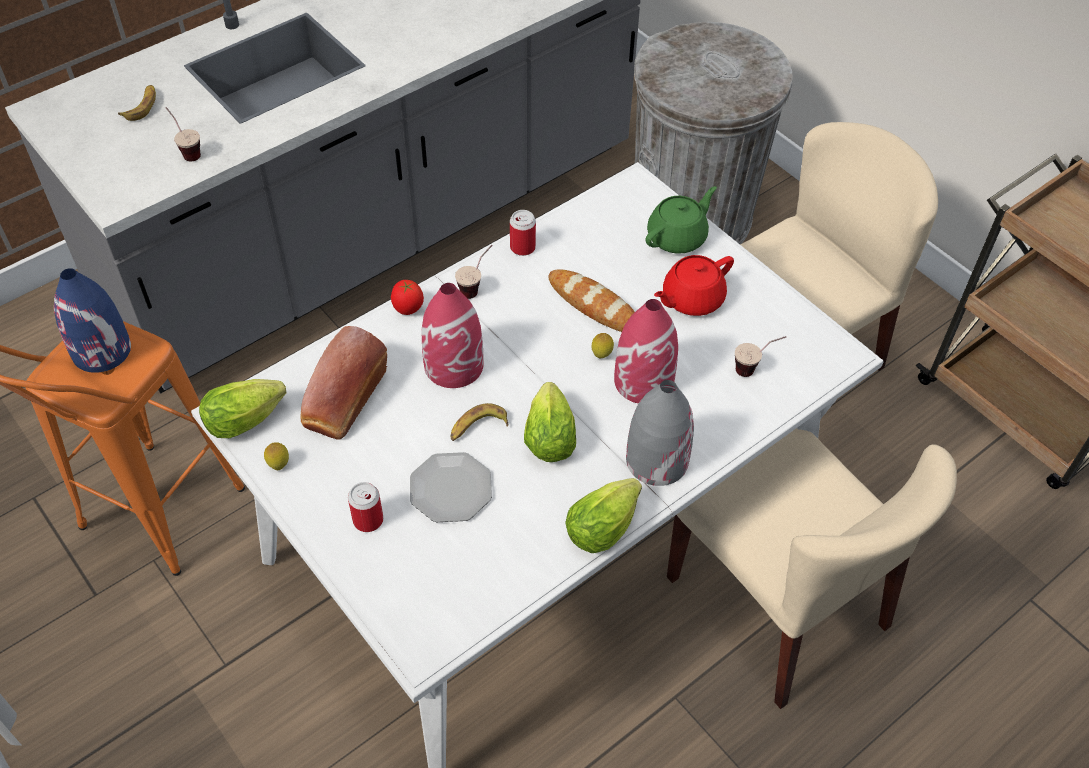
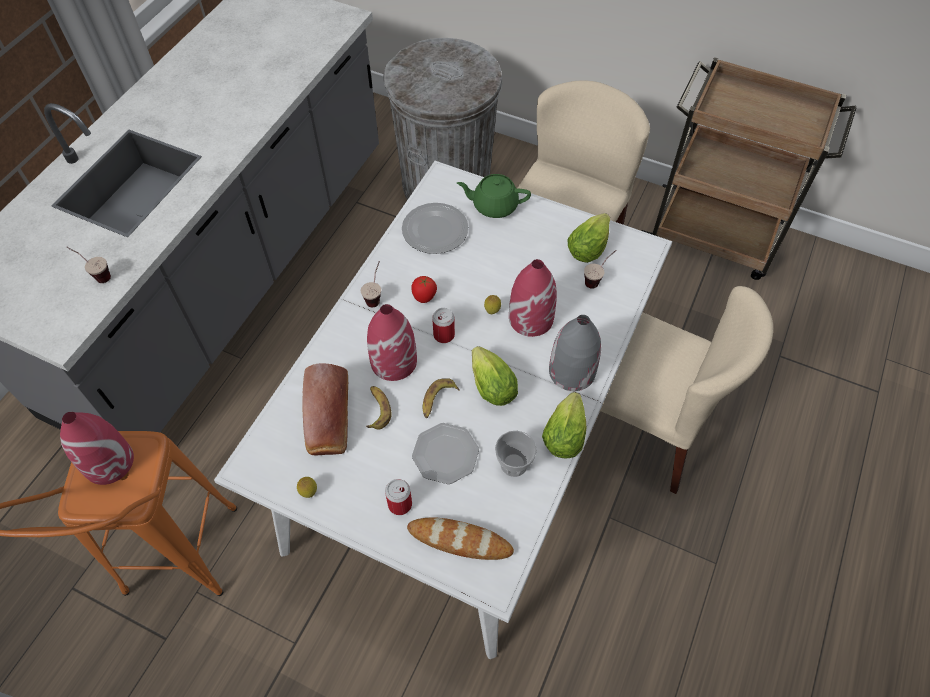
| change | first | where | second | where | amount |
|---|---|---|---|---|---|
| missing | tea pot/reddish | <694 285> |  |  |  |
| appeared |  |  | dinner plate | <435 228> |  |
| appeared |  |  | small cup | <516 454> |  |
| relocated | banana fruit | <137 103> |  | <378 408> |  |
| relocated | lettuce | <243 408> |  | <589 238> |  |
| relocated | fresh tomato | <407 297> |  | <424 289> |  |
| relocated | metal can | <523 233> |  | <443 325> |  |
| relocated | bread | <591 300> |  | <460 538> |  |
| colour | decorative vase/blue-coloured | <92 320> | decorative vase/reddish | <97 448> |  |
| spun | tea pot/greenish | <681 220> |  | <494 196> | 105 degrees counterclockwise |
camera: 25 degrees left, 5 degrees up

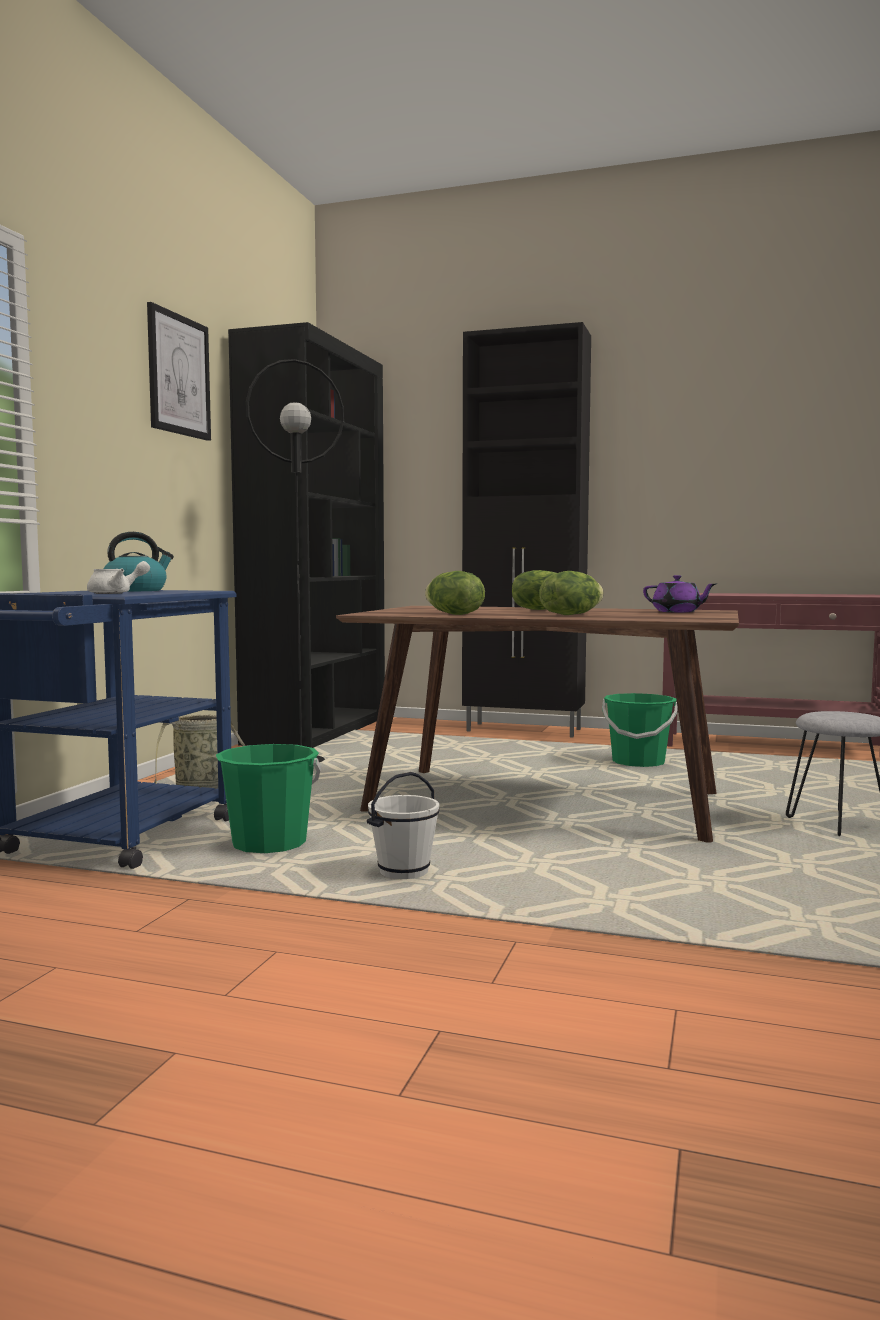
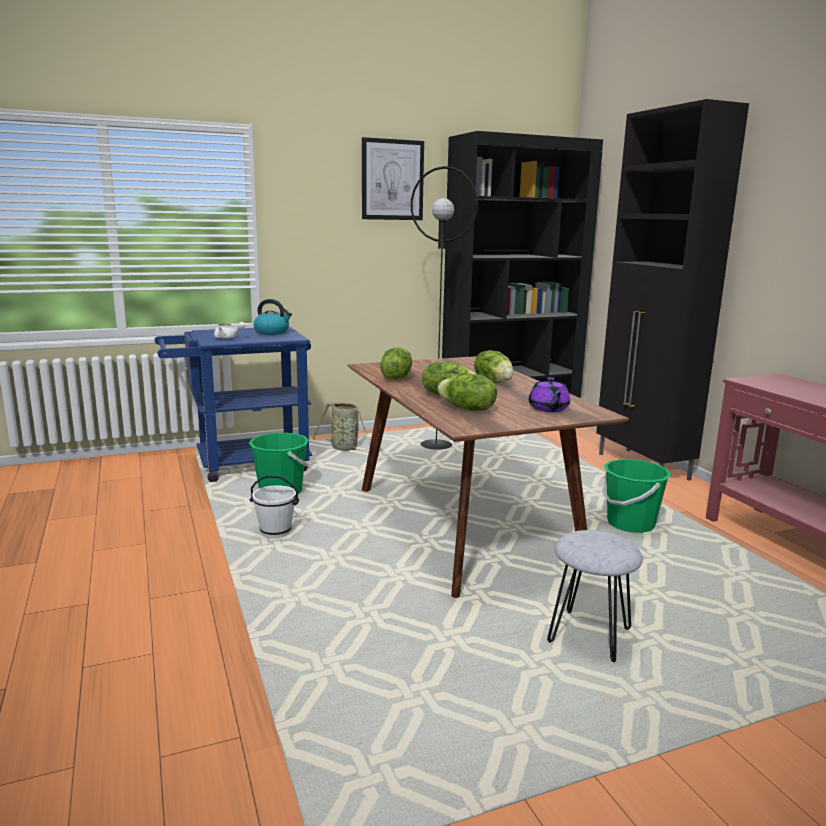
| change | first | where | second | where | amount |
|---|---|---|---|---|---|
| appeared |  |  | lettuce | <467 392> |  |
camera: 50 degrees right, 10 degrees up

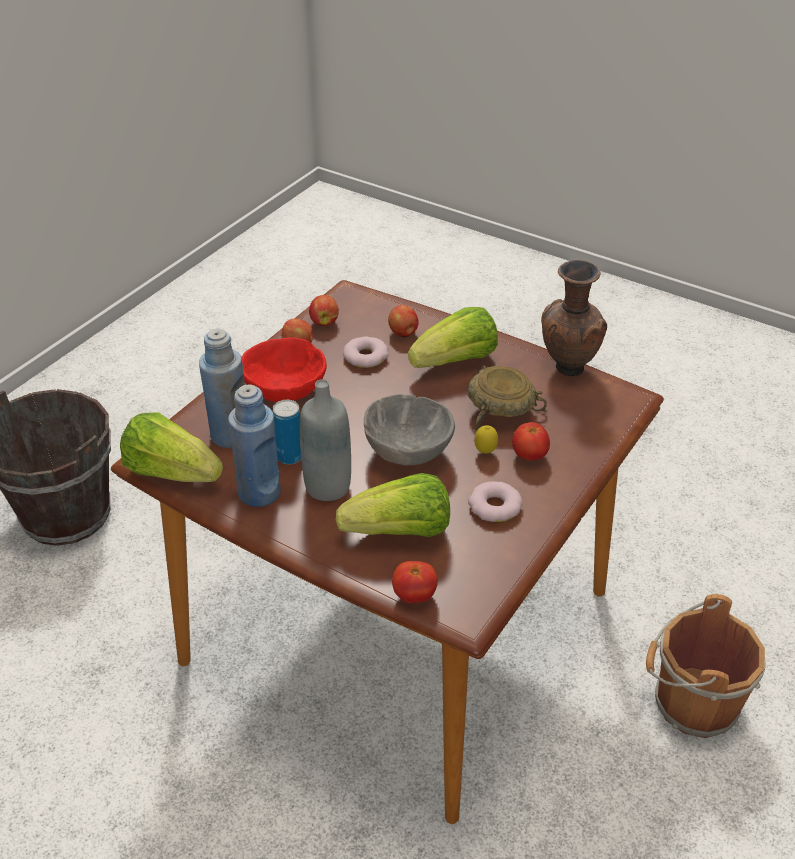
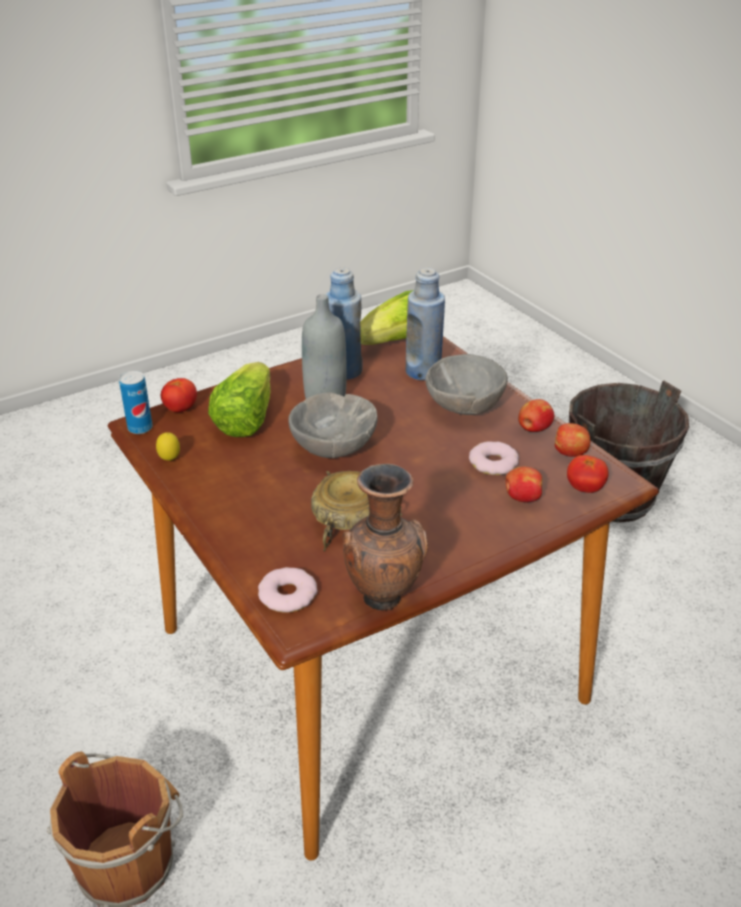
| change | first | where | second | where | amount |
|---|---|---|---|---|---|
| missing | lettuce | <453 337> |  |  |  |
| relocated | metal can | <287 432> |  | <136 402> |  |
| relocated | donut | <495 501> |  | <287 590> |  |
| relocated | whole lemon | <486 439> |  | <168 446> |  |
| relocated | fresh tomato | <531 441> |  | <588 474> |  |
| colour | deep dish/reddish | <284 369> | deep dish/greyish | <466 384> |  |
camera: 115 degrees right, 5 degrees down

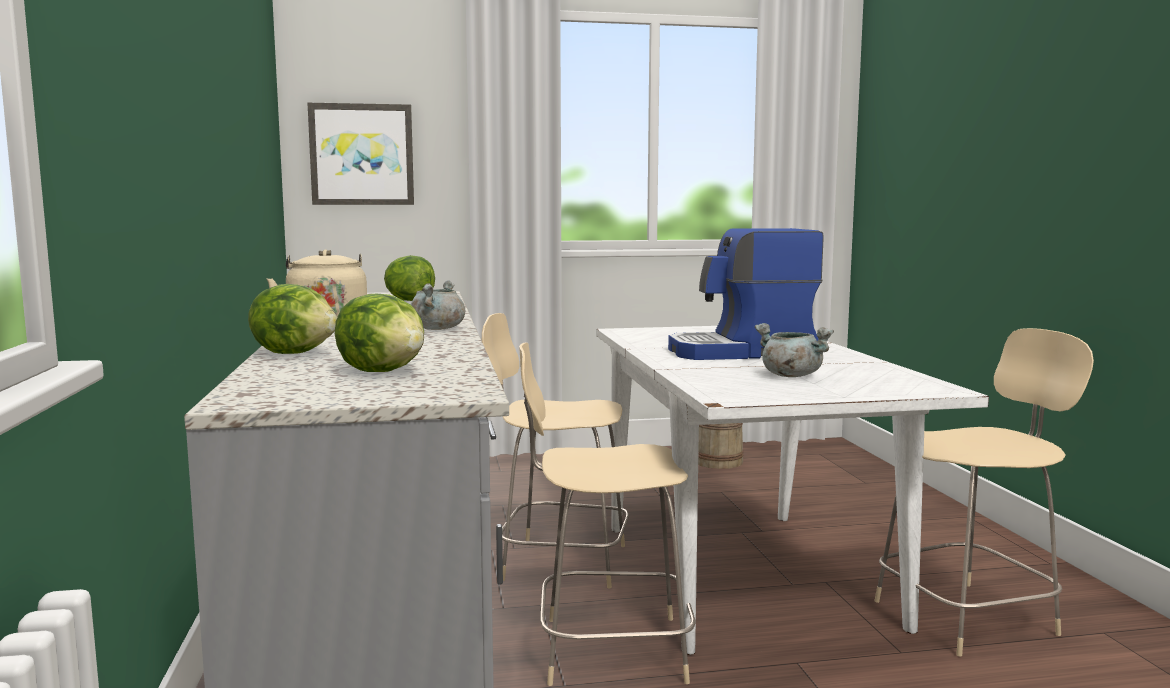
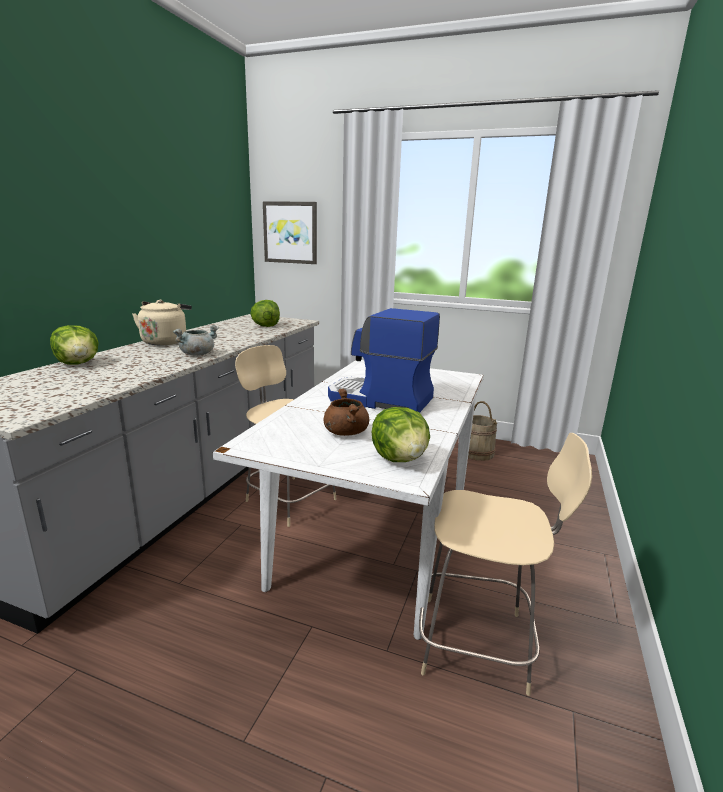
| change | first | where | second | where | amount |
|---|---|---|---|---|---|
| missing | upright chair/sand-coloured | <607 514> |  |  |  |
| relocated | lettuce | <379 333> |  | <401 434> |  |
| colour | stockpot/greyish | <794 350> | stockpot/brownish | <346 412> |  |
camera: 30 degrees right, 10 degrees up

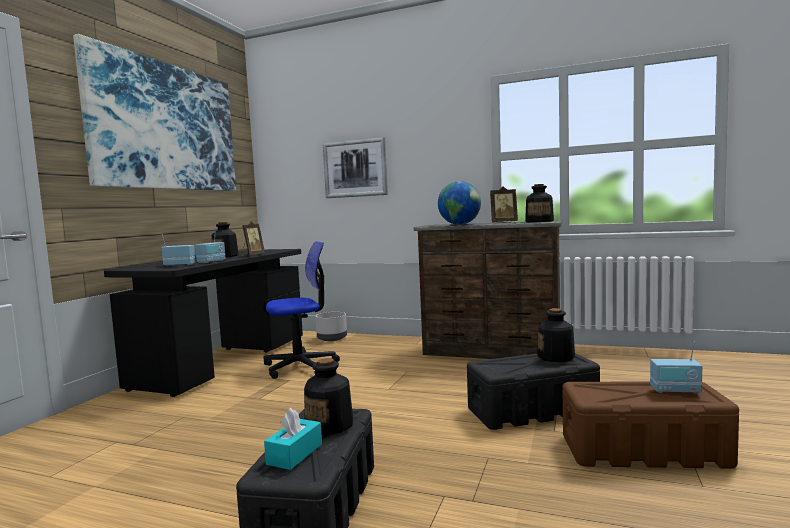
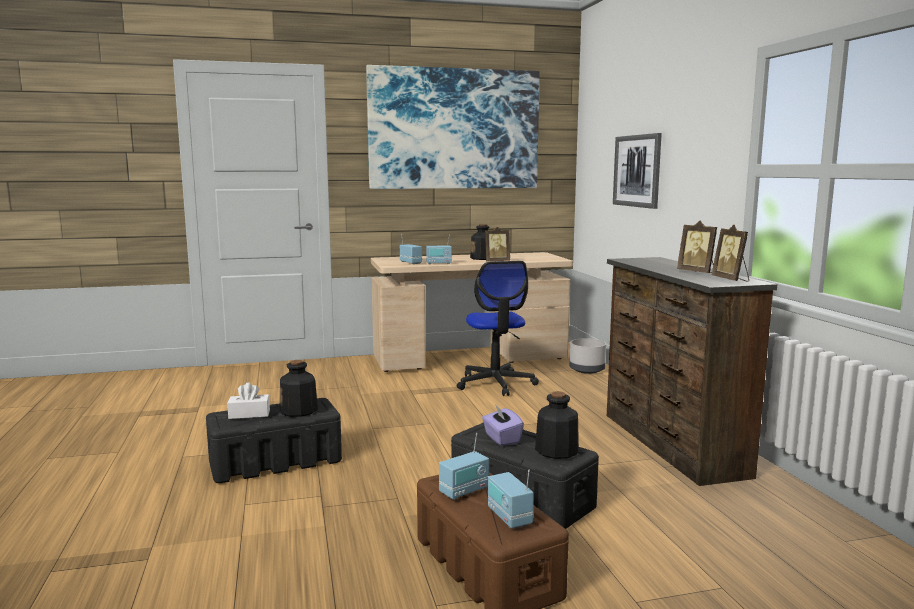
| change | first | where | second | where | amount |
|---|---|---|---|---|---|
| missing | globe | <459 203> |  |  |  |
| appeared |  |  | radio set | <464 466> |  |
| appeared |  |  | tissue holder/purple | <503 425> |  |
| exchanged | beverage bottle | <539 203> | picture frame | <730 253> |  |
| colour | desk table/blackish | <203 323> | desk table/sand-coloured | <472 312> |  |
| colour | tissue holder/blue-green | <293 439> | tissue holder/white | <248 401> |  |
| spun | desk chair | <301 310> |  | <498 328> | 45 degrees clockwise |
camera: 55 degrees right, 5 degrees up

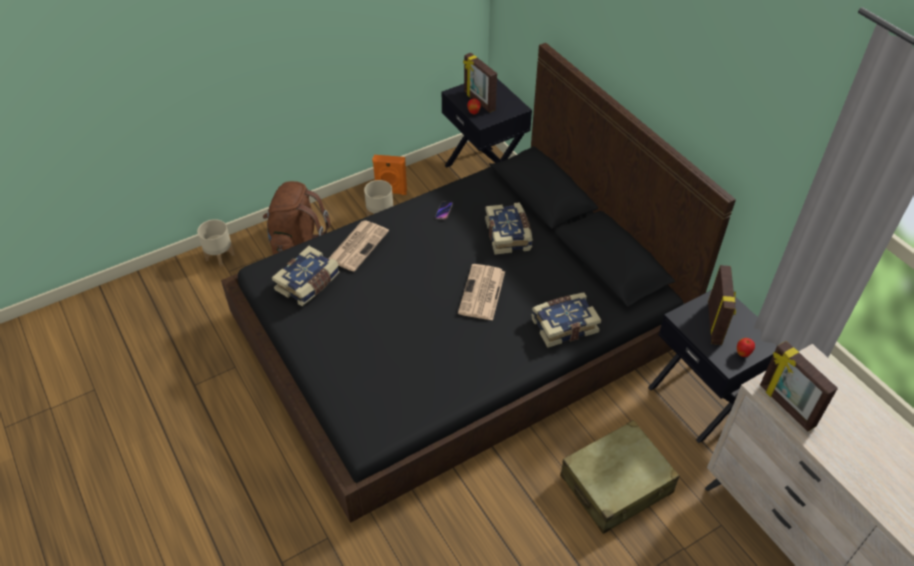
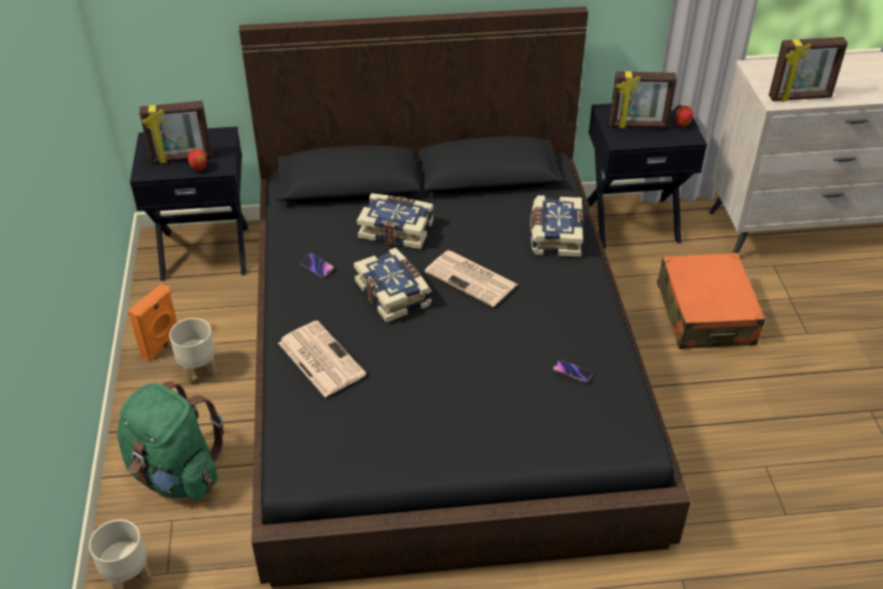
| change | first | where | second | where | amount |
|---|---|---|---|---|---|
| appeared |  |  | phone | <573 371> |  |
| relocated | volume | <306 276> |  | <393 285> |  |
| colour | backpack/brownish | <297 218> | backpack/greenish | <170 440> |  |
| colour | suitcase/sand-coloured | <620 477> | suitcase/orangey | <711 301> |  |
| spun | picture frame | <722 305> |  | <643 99> | 150 degrees clockwise |
camera: 65 degrees left, 5 degrees down

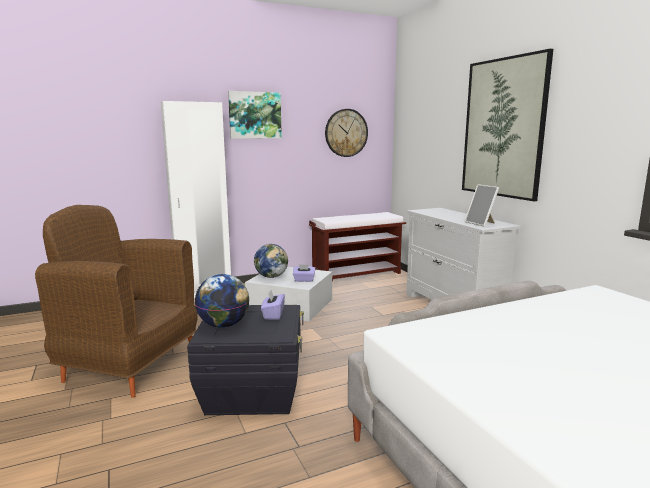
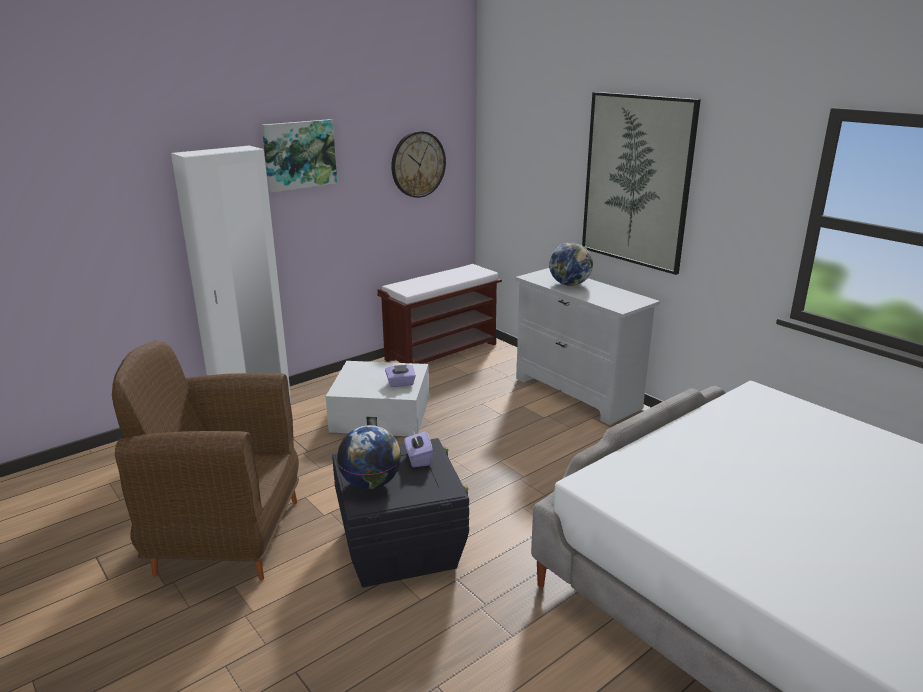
| change | first | where | second | where | amount |
|---|---|---|---|---|---|
| missing | picture frame | <481 205> |  |  |  |
| relocated | globe | <271 261> |  | <571 264> |  |
camera: 15 degrees left, 10 degrees up

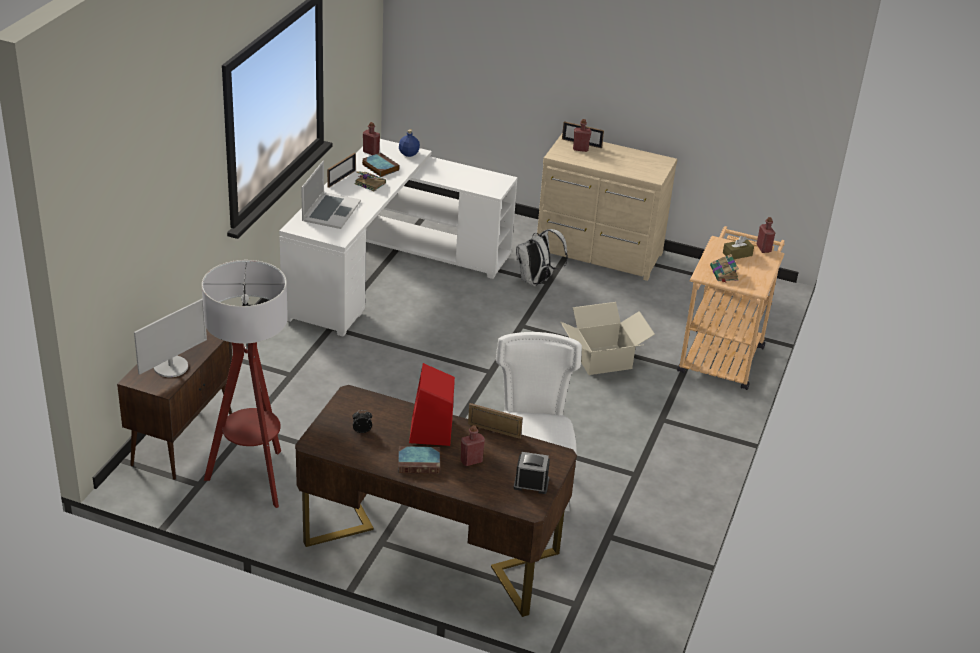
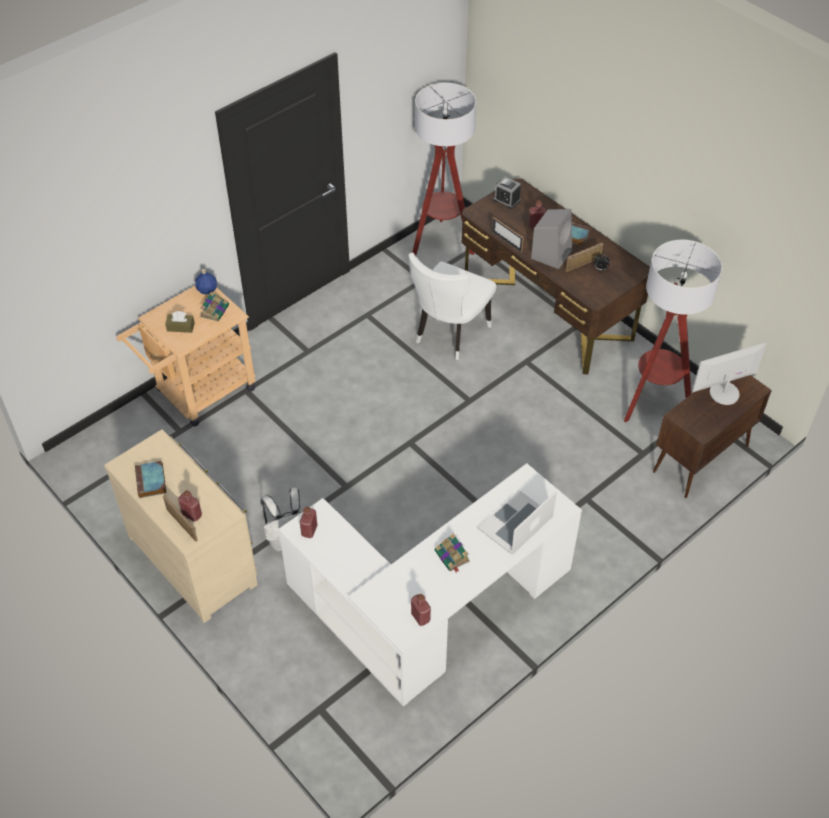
| change | first | where | second | where | amount |
|---|---|---|---|---|---|
| missing | cardboard box | <608 338> |  |  |  |
| appeared |  |  | standard lamp | <444 169> |  |
| relocated | picture frame | <341 170> |  | <584 257> |  |
| relocated | volume | <381 165> |  | <151 479> |  |
| relocated | beverage bottle/blue-coloured | <409 143> |  | <206 282> |  |
| relocated | beverage bottle/reddish | <765 235> |  | <308 522> |  |
| colour | audio speaker/reddish | <432 404> | audio speaker/greyish | <551 239> |  |
camera: 150 degrees left, 15 degrees up

